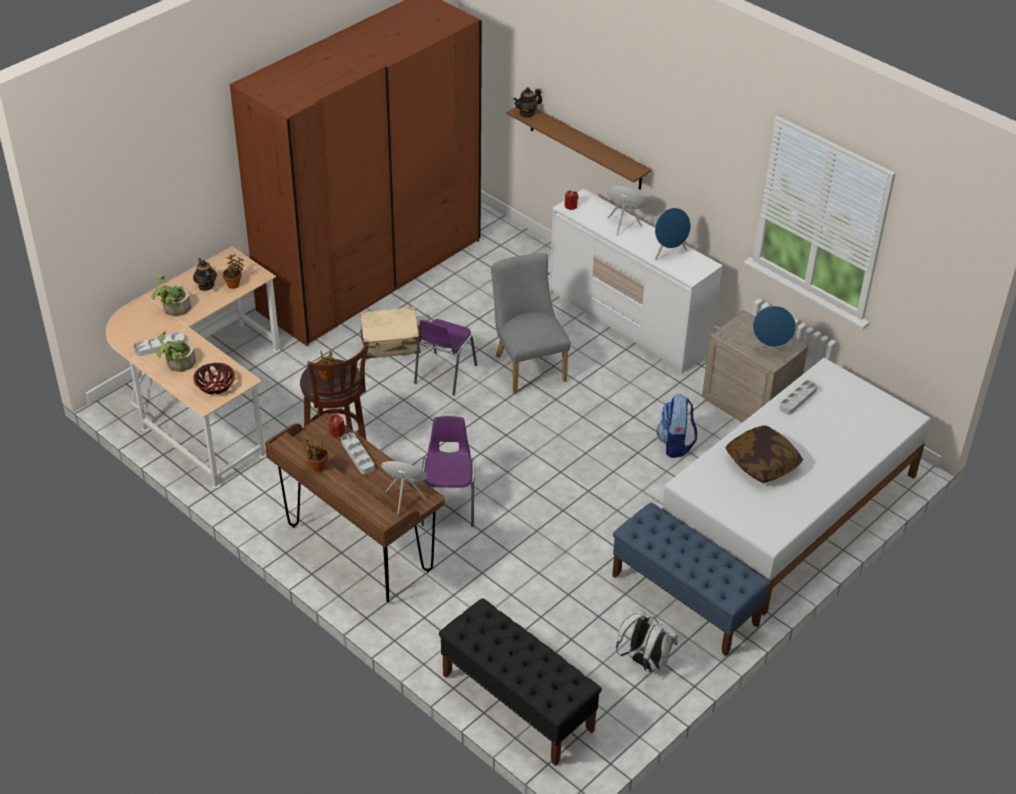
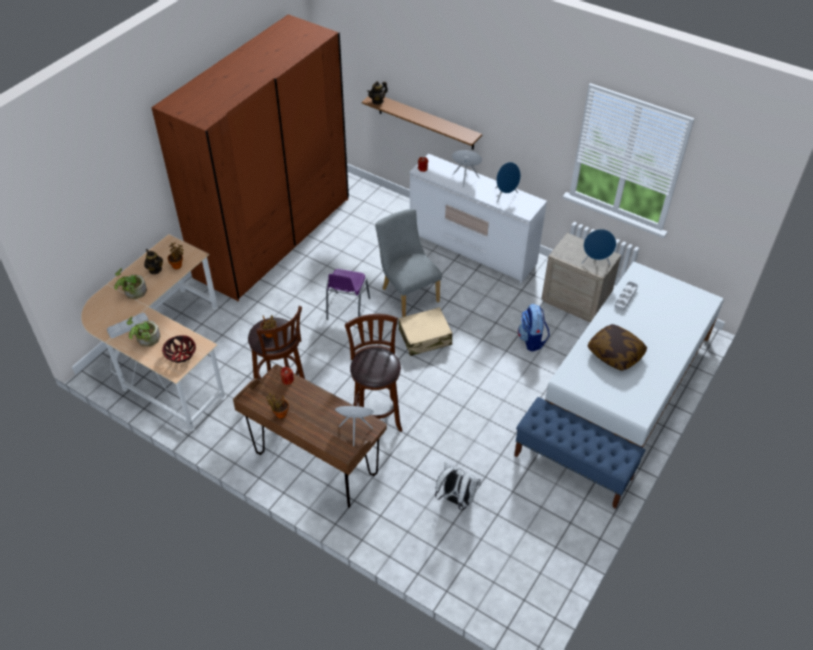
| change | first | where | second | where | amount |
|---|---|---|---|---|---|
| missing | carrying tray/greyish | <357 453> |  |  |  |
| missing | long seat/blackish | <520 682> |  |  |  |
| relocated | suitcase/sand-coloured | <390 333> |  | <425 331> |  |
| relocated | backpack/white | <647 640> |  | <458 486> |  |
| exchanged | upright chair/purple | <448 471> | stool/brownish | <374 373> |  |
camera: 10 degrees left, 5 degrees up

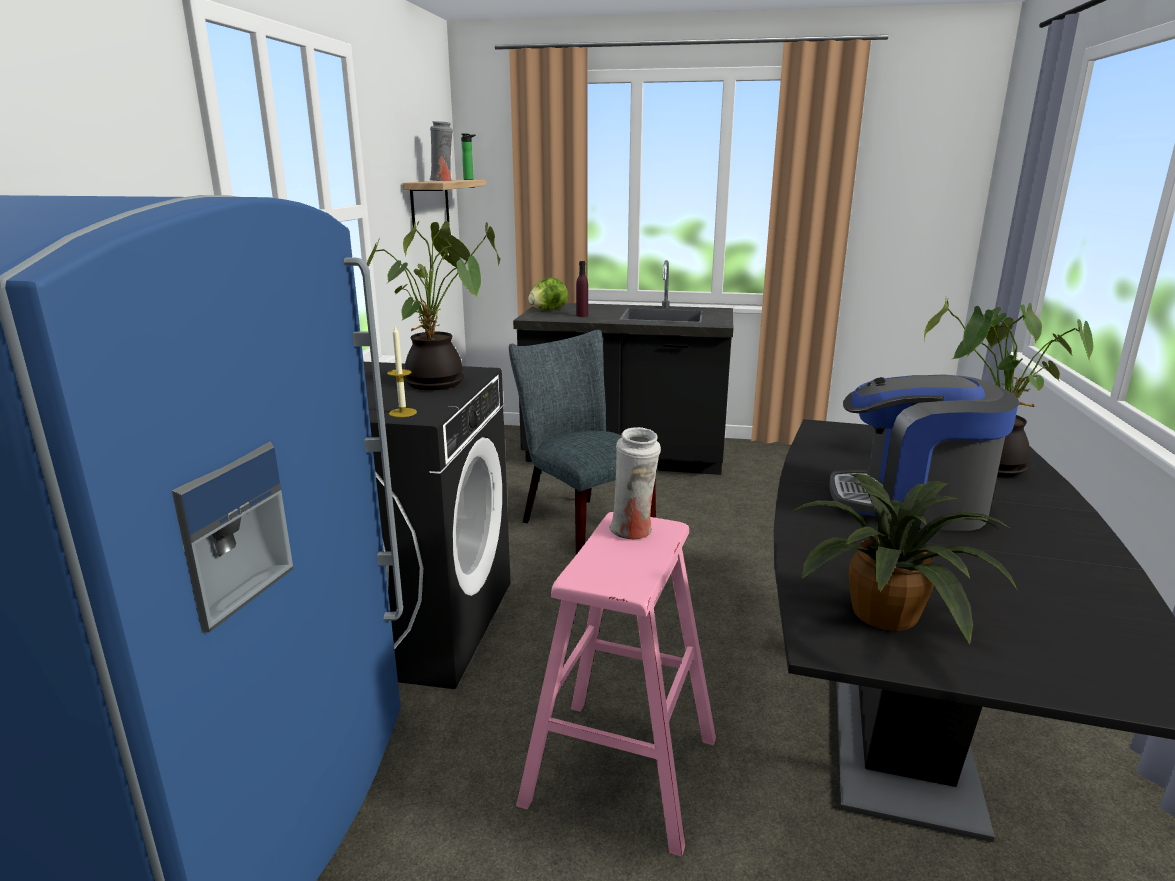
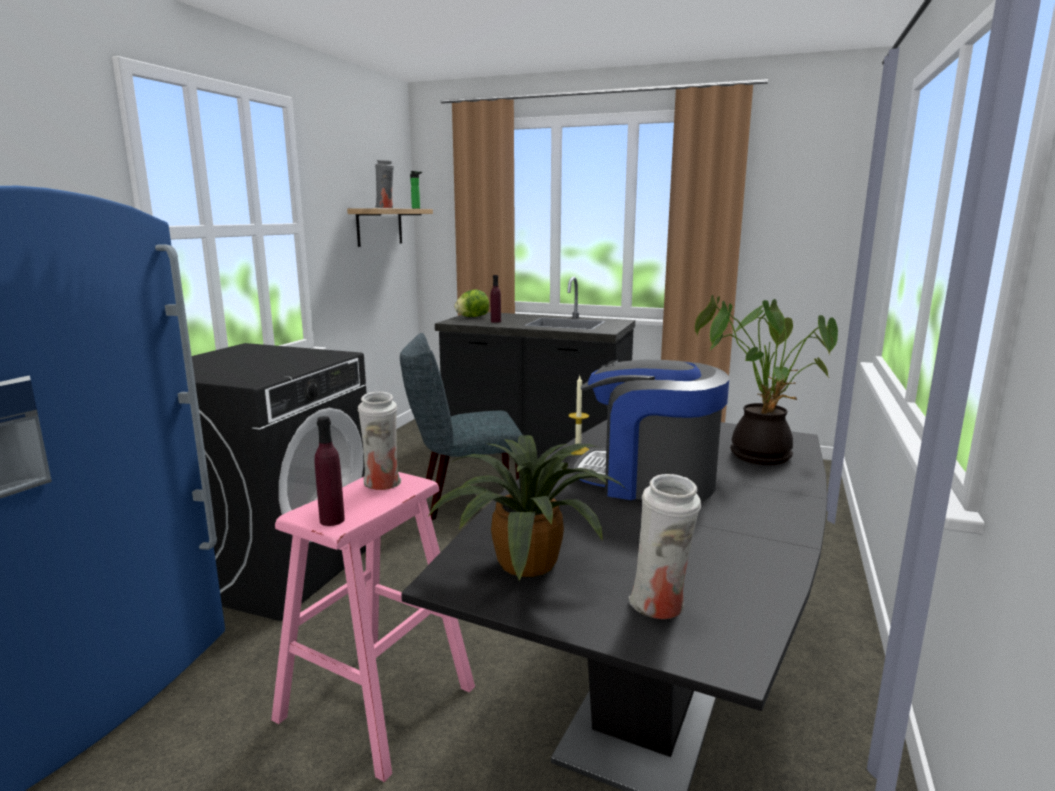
| change | first | where | second | where | amount |
|---|---|---|---|---|---|
| missing | plant in a pot | <433 305> |  |  |  |
| appeared |  |  | beverage bottle/purple | <329 471> |  |
| appeared |  |  | decorative vase/white | <665 546> |  |
| relocated | candle | <402 371> |  | <579 415> |  |
| spun | upright chair/greyish | <582 442> |  | <461 426> | 75 degrees counterclockwise |
camera: 10 degrees right, 5 degrees down

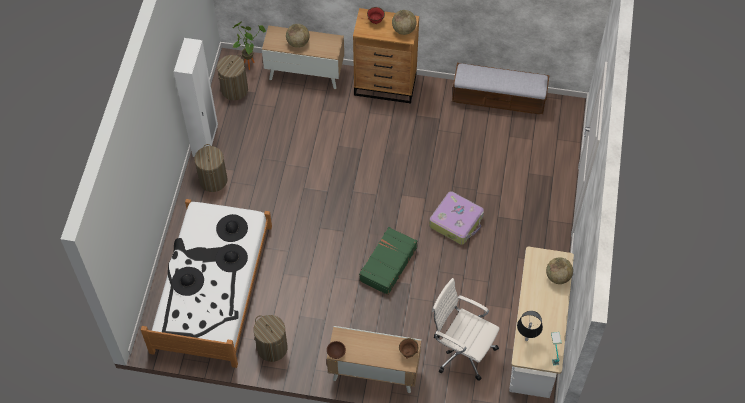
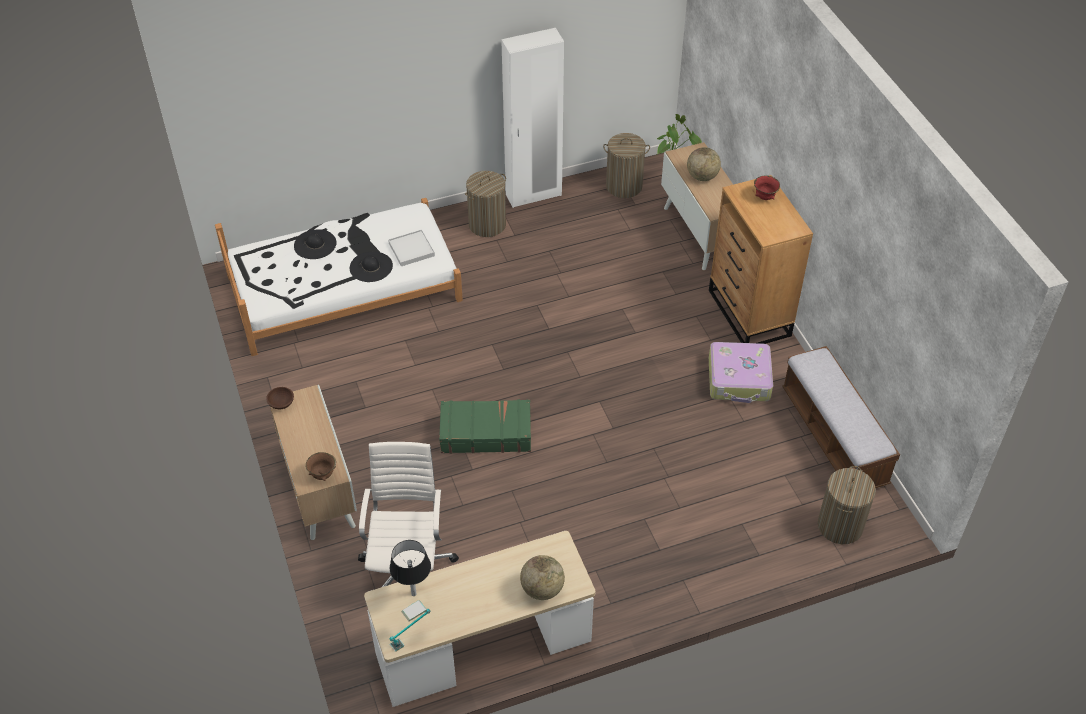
| change | first | where | second | where | amount |
|---|---|---|---|---|---|
| missing | globe | <404 22> |  |  |  |
| relocated | laundry basket | <270 338> |  | <847 505> |  |
| relocated | suitcase | <456 218> |  | <741 372> |  |
| exchanged | wearable hat/blackish | <232 228> | carrying tray/white | <411 247> |  |
camera: 60 degrees right, 10 degrees down

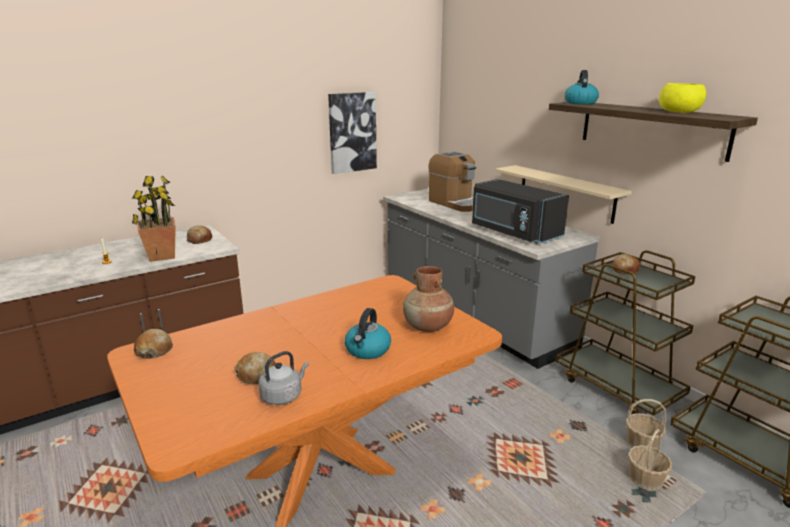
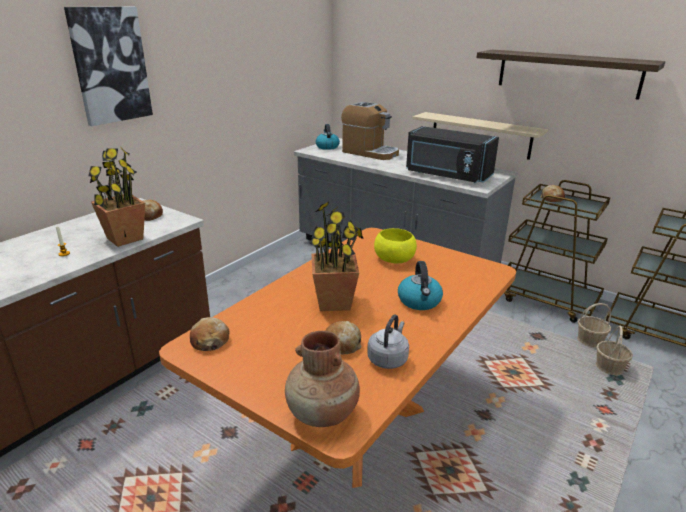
| change | first | where | second | where | amount |
|---|---|---|---|---|---|
| appeared |  |  | plant in a pot | <336 256> |  |
| relocated | wall art | <352 133> |  | <108 66> |  |
| relocated | decorative vase/brownish | <428 299> |  | <322 379> |  |
| relocated | water kettle | <581 87> |  | <328 137> |  |
| relocated | deep dish/yellow | <682 98> |  | <395 245> |  |
camera: 20 degrees left, 5 degrees up

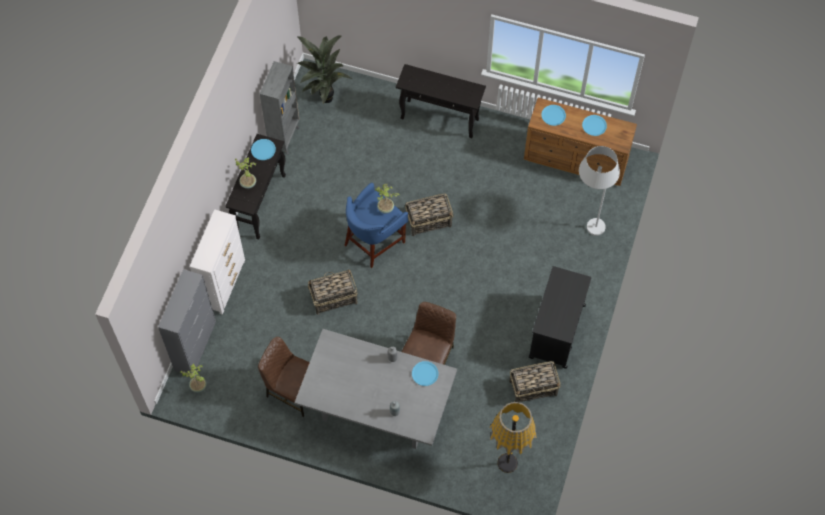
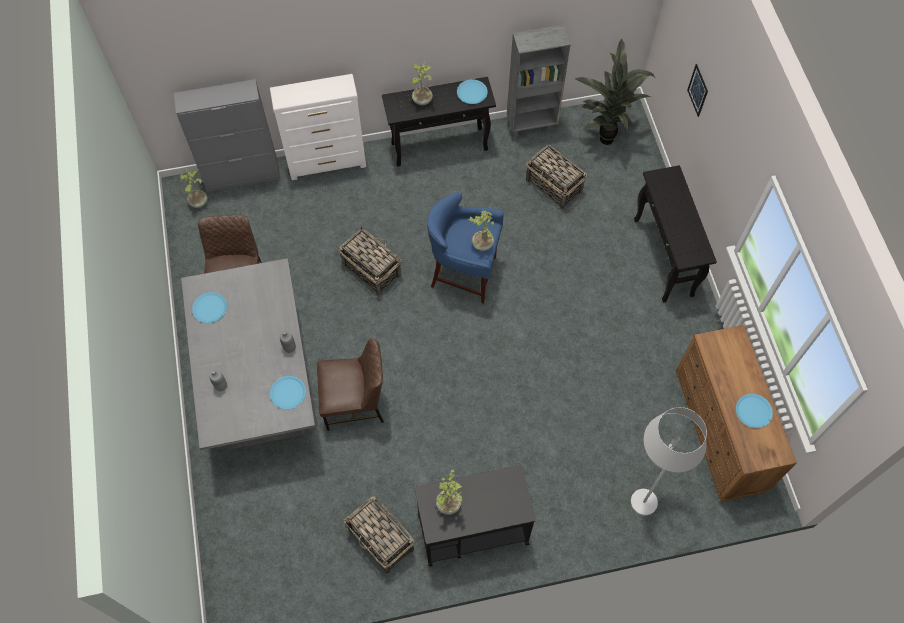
| change | first | where | second | where | amount |
|---|---|---|---|---|---|
| missing | standard lamp | <513 437> |  |  |  |
| appeared |  |  | plant in a pot | <449 492> |  |
| appeared |  |  | wall art | <697 90> |  |
| relocated | household basket | <429 214> |  | <556 177> |  |
| relocated | dinner plate/blue-coloured | <553 115> |  | <209 307> |  |
camera: 60 degrees right, 0 degrees up

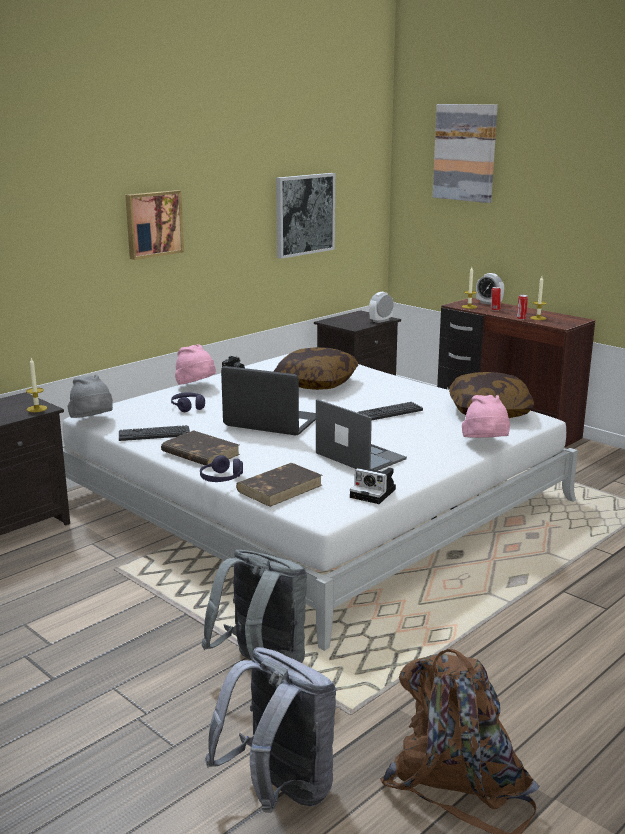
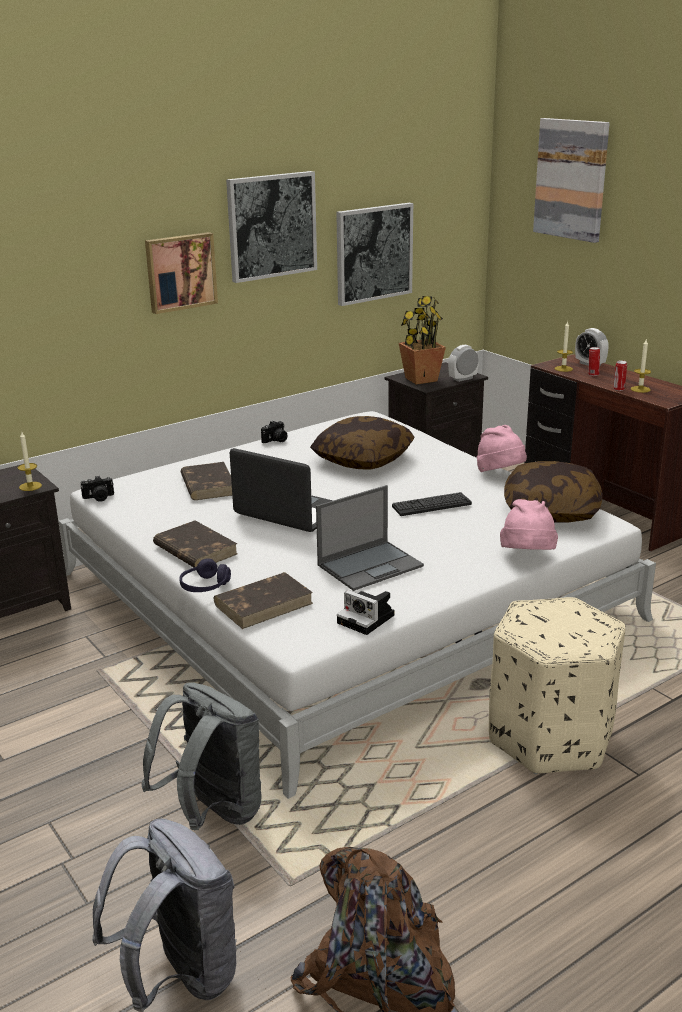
| change | first | where | second | where | amount |
|---|---|---|---|---|---|
| missing | keyboard | <154 433> |  |  |  |
| appeared |  |  | wall art | <271 227> |  |
| appeared |  |  | plant in a pot | <422 340> |  |
| appeared |  |  | ottoman/sand-coloured | <557 685> |  |
| relocated | wearable hat/pinkish | <195 364> |  | <502 448> |  |
| exchanged | wearable hat/greyish | <90 396> | still camera | <97 489> |  |
| exchanged | pair of headphones/purple | <188 402> | volume/brownish | <206 481> |  |
| spun | portable computer | <361 435> |  | <370 538> | 90 degrees clockwise |
camera: 10 degrees right, 5 degrees up

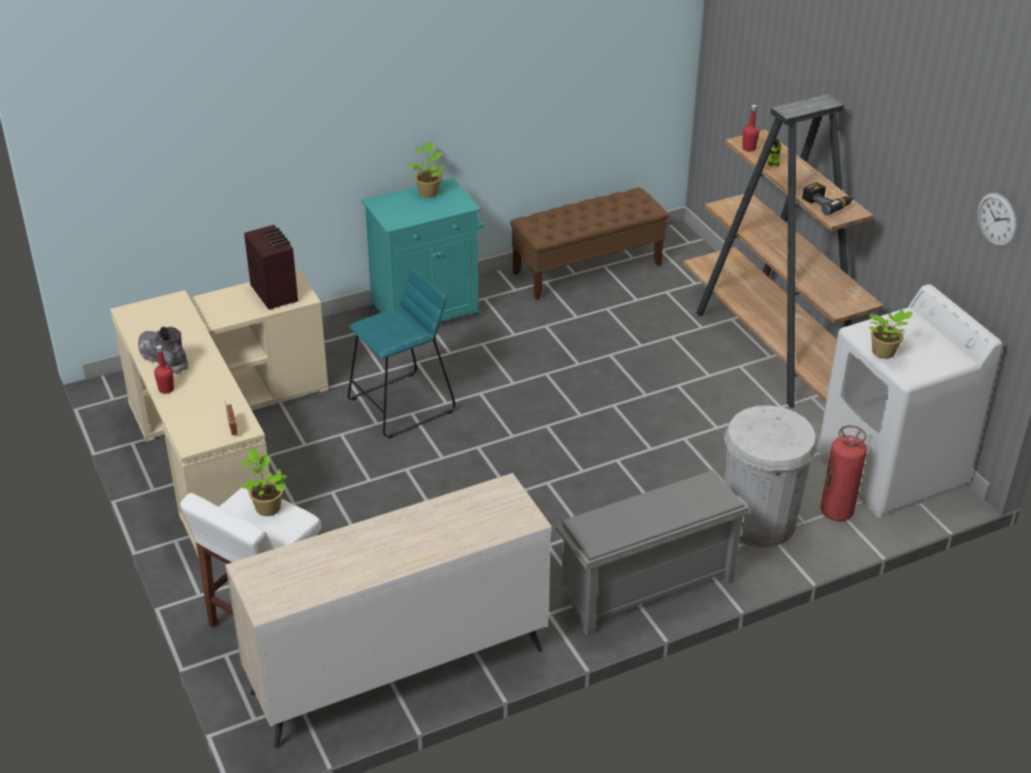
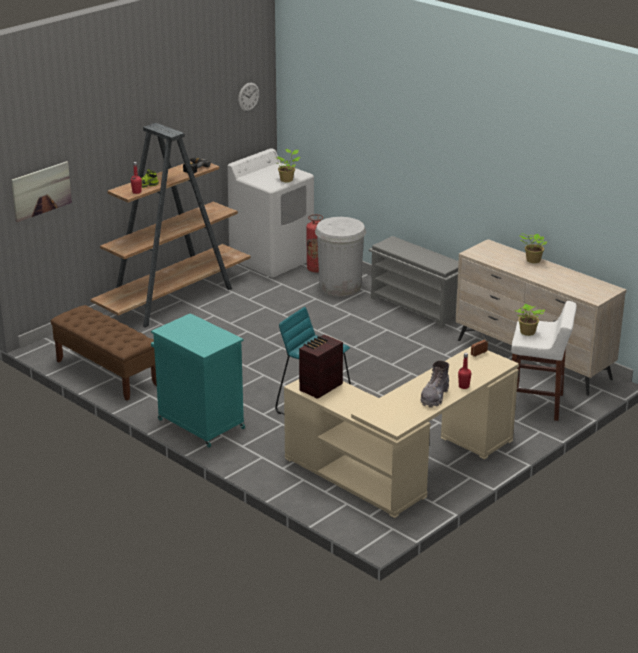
| change | first | where | second | where | amount |
|---|---|---|---|---|---|
| appeared |  |  | wall art | <41 191> |  |
| relocated | plant in a pot | <426 170> |  | <533 248> |  |
camera: 110 degrees left, 10 degrees down

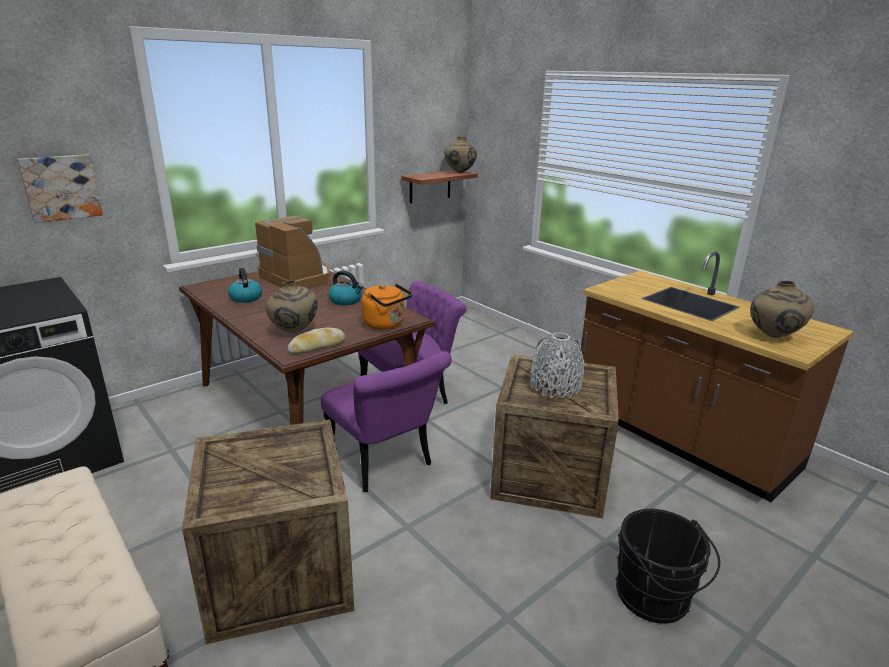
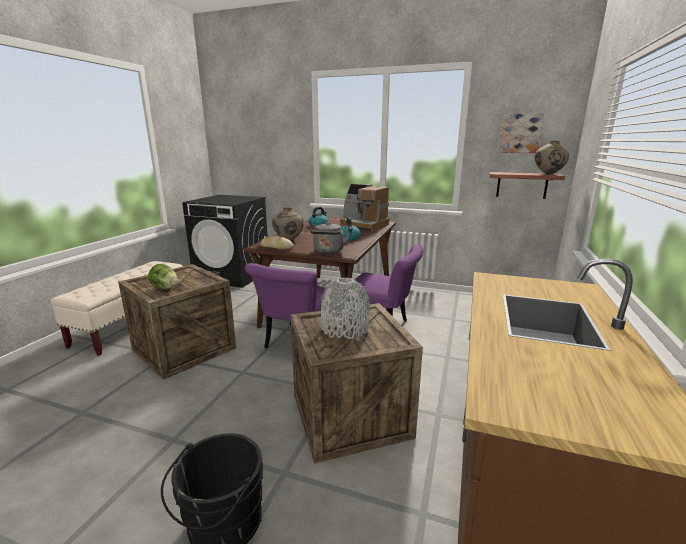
| change | first | where | second | where | amount |
|---|---|---|---|---|---|
| missing | decorative vase/sand-coloured | <782 309> |  |  |  |
| appeared |  |  | lettuce | <163 277> |  |
| relocated | wall art | <60 188> |  | <521 133> |  |
| colour | water kettle/orangey | <386 306> | water kettle/greyish | <330 238> |  |
| spun | coffee machine | <292 252> |  | <364 208> | 105 degrees clockwise |
camera: 60 degrees right, 5 degrees down

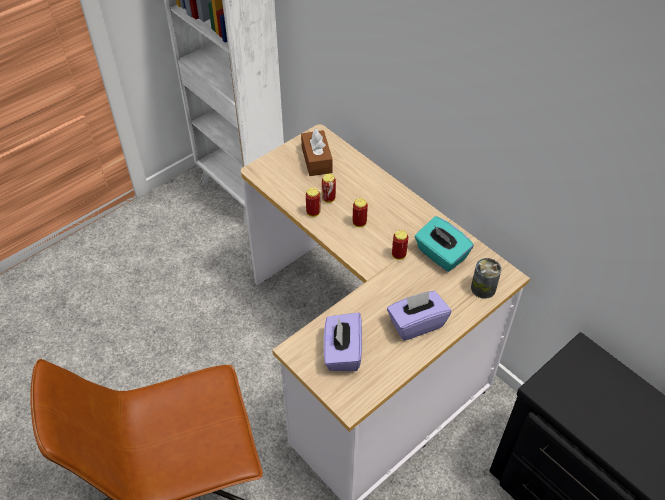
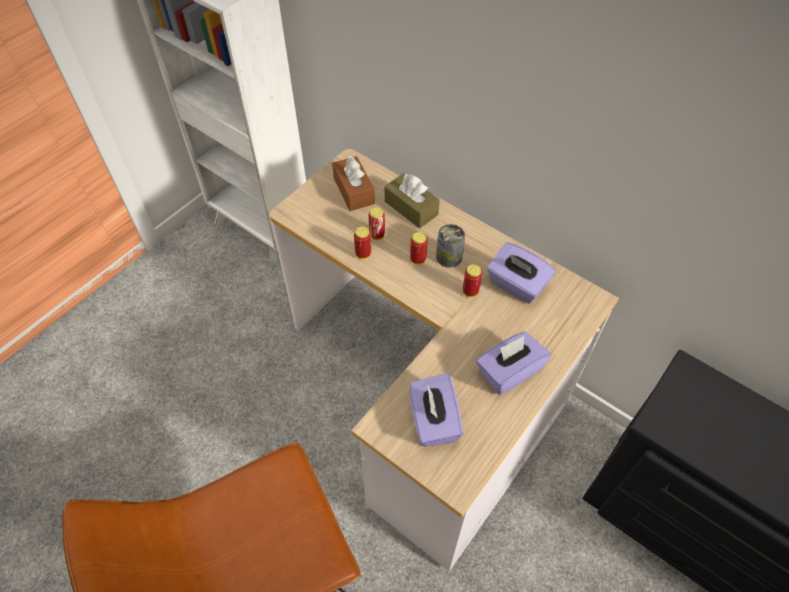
| change | first | where | second | where | amount |
|---|---|---|---|---|---|
| appeared |  |  | tissue holder/brownish | <412 200> |  |
| relocated | metal can | <486 278> |  | <450 246> |  |
| colour | tissue holder/blue-green | <444 244> | tissue holder/purple | <521 273> |  |
camera: 10 degrees left, 5 degrees up

